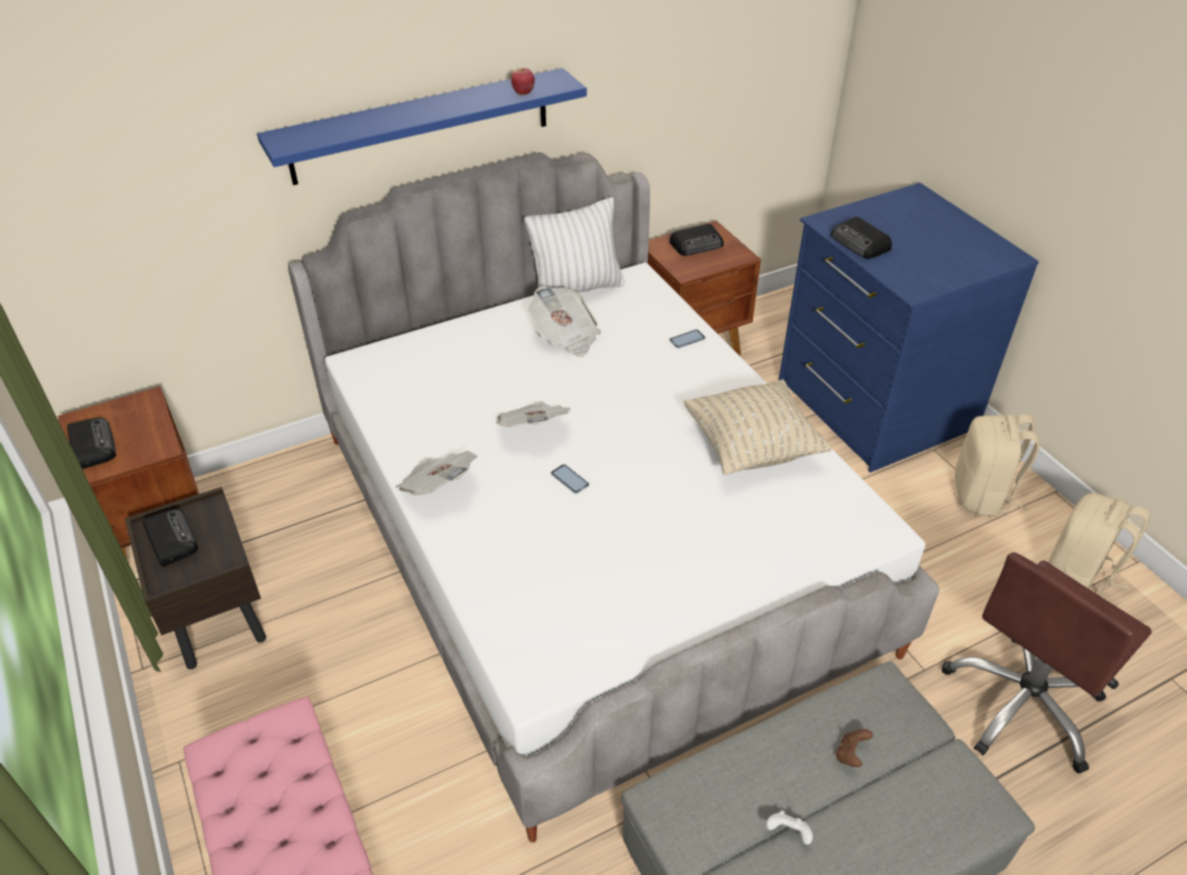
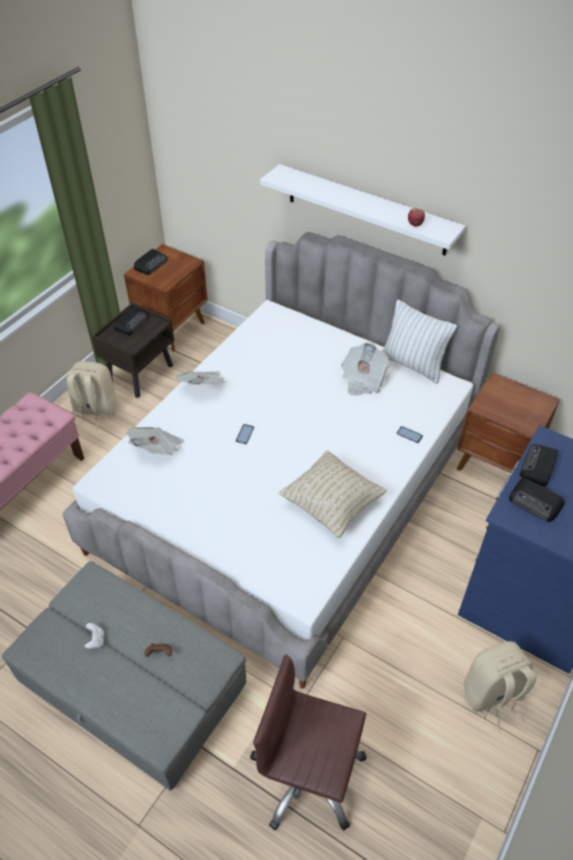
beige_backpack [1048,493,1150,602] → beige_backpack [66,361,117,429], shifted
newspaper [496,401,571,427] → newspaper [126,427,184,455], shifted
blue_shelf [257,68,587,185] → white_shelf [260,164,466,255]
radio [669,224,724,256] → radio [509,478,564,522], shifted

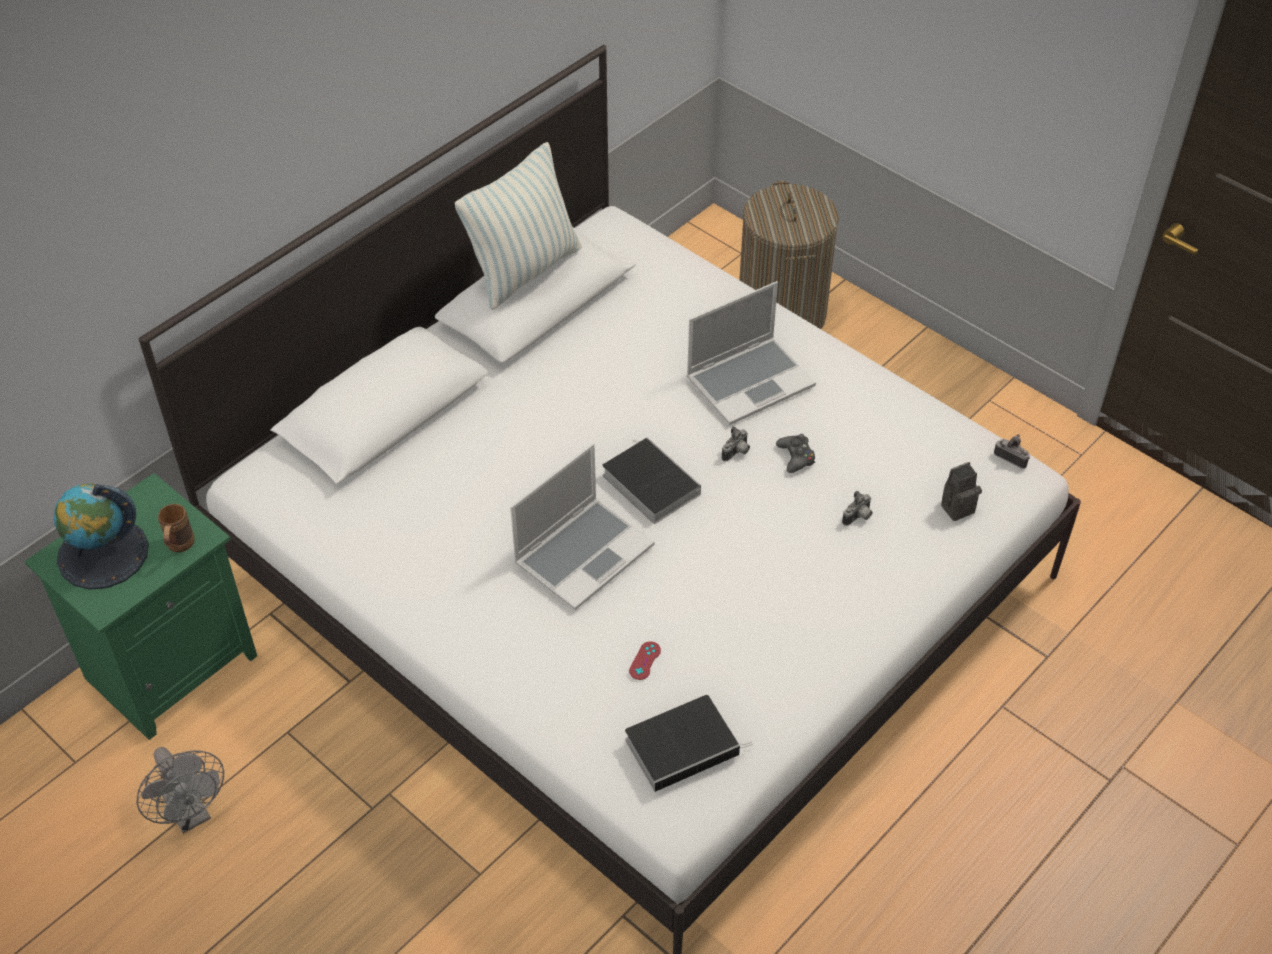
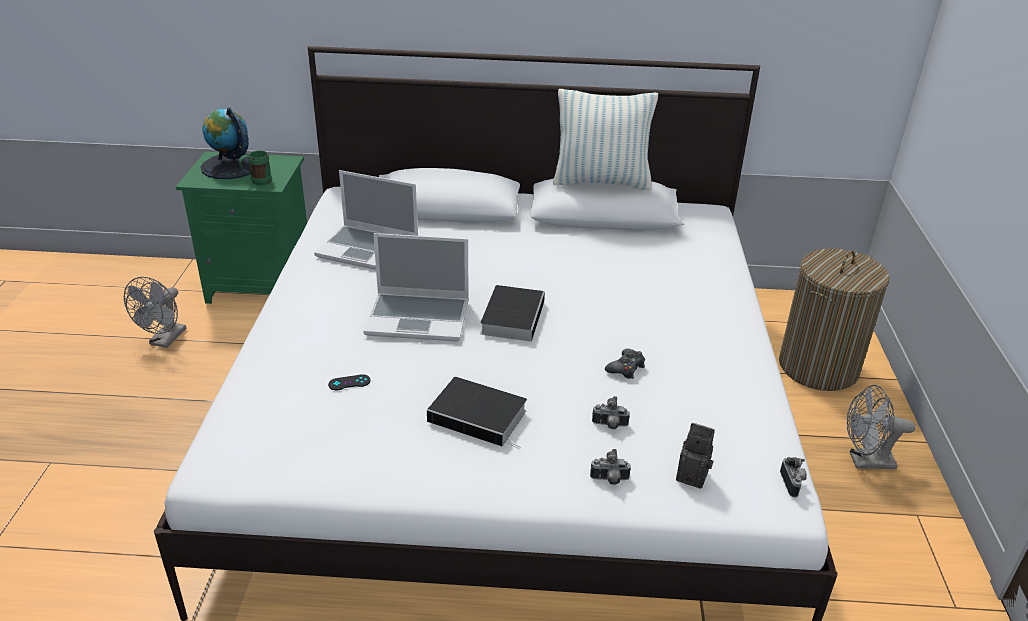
brown_mug [158,504,195,552] → green_mug [239,151,272,185]
laptop [686,281,816,425] → laptop [314,170,418,270], shifted
red_game_controller [629,641,661,680] → black_game_controller [328,374,371,390]
book [625,695,753,792] → book [427,377,527,449], shifted
photo_camera [722,427,750,461] → photo_camera [590,449,631,485], shifted
- → grey_fan [847,385,916,469]

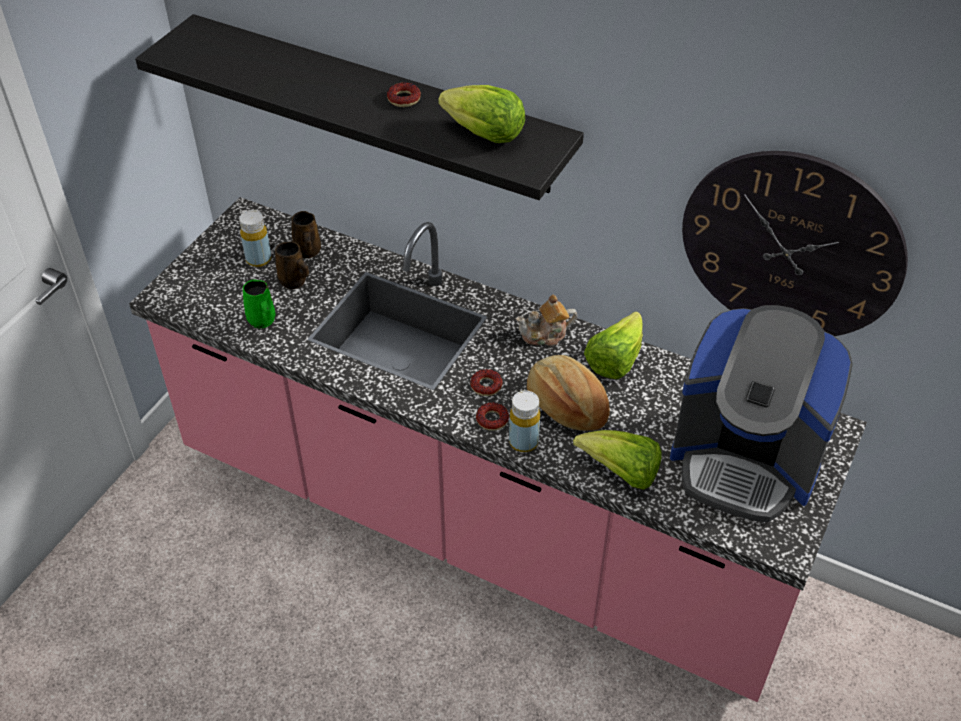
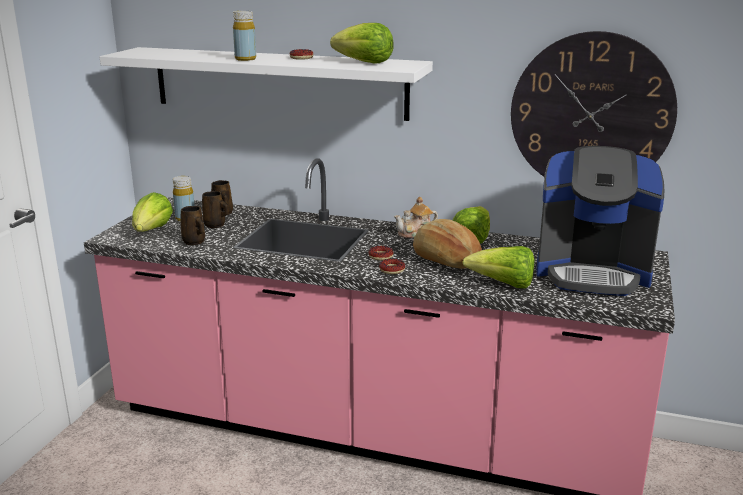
black_shelf [135,14,584,200] → white_shelf [99,47,433,121]
- → lettuce [132,192,173,232]
green_mug [243,280,275,328] → brown_mug [181,206,205,245]
yellow_bottle [509,391,540,452] → yellow_bottle [233,11,256,61], shifted

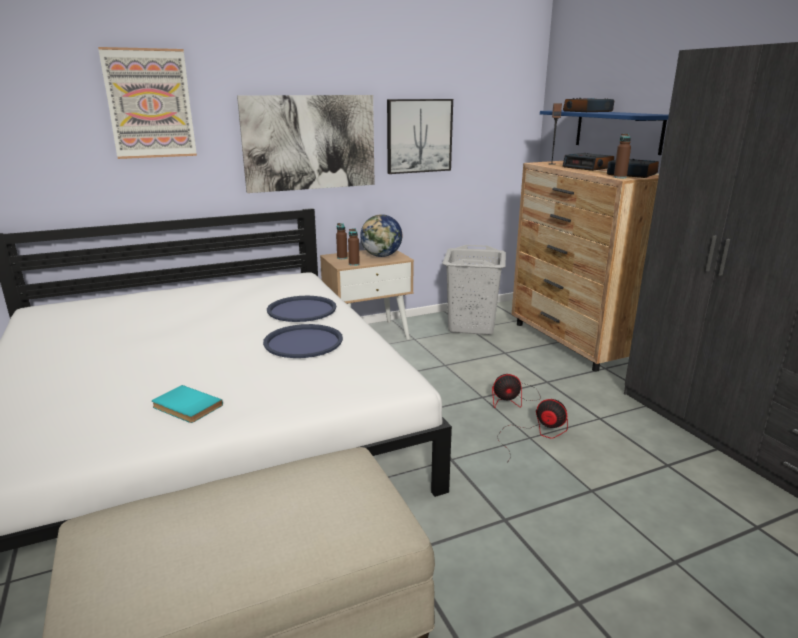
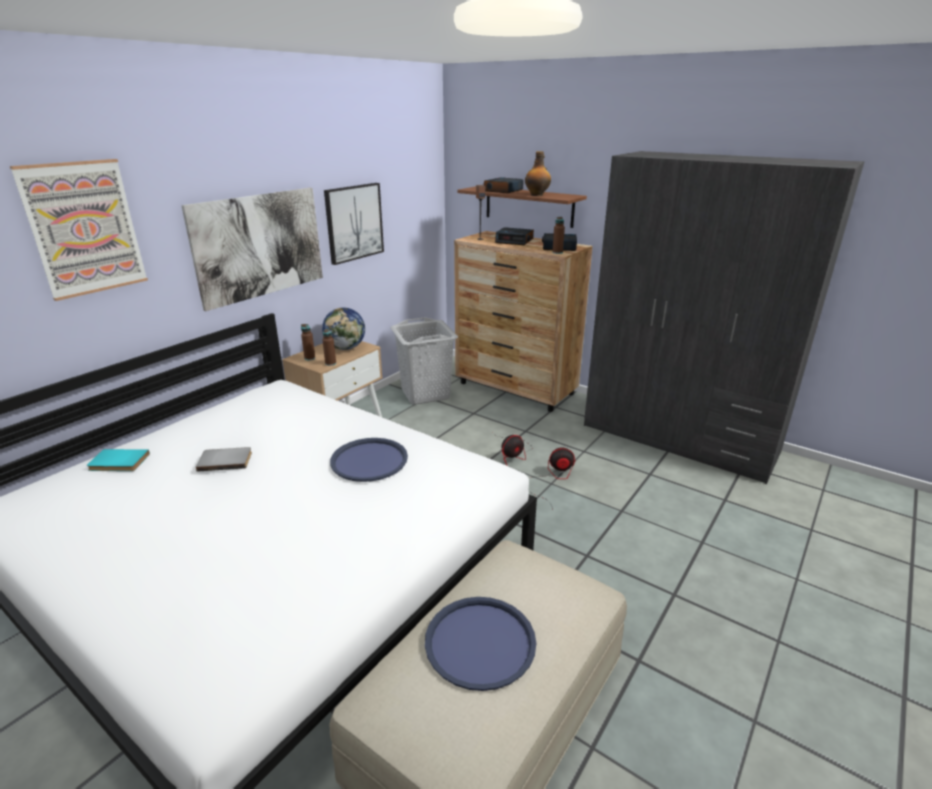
turquoise_book [152,385,223,423] → turquoise_book [87,449,150,471], shifted
- → grey_book [196,447,252,472]
blue_tray [267,296,336,322] → blue_tray [425,597,536,691], shifted
blue_shelf [540,110,669,155] → brown_shelf [457,186,587,228]
- → bottle [525,151,551,196]

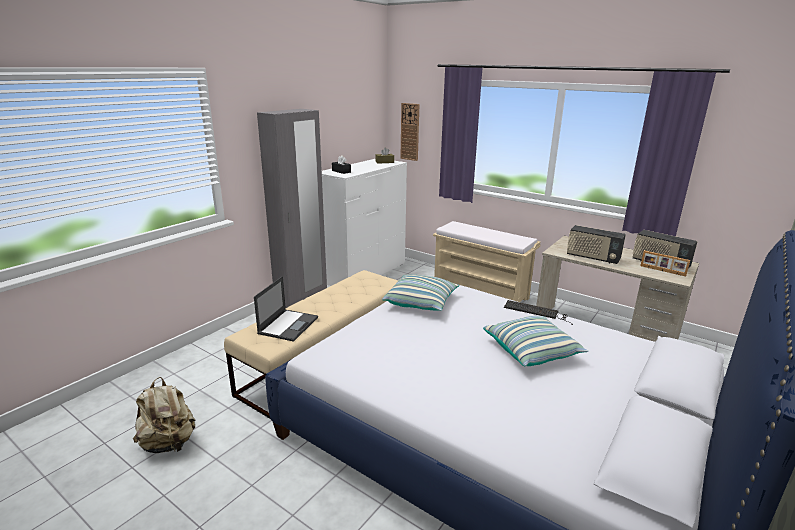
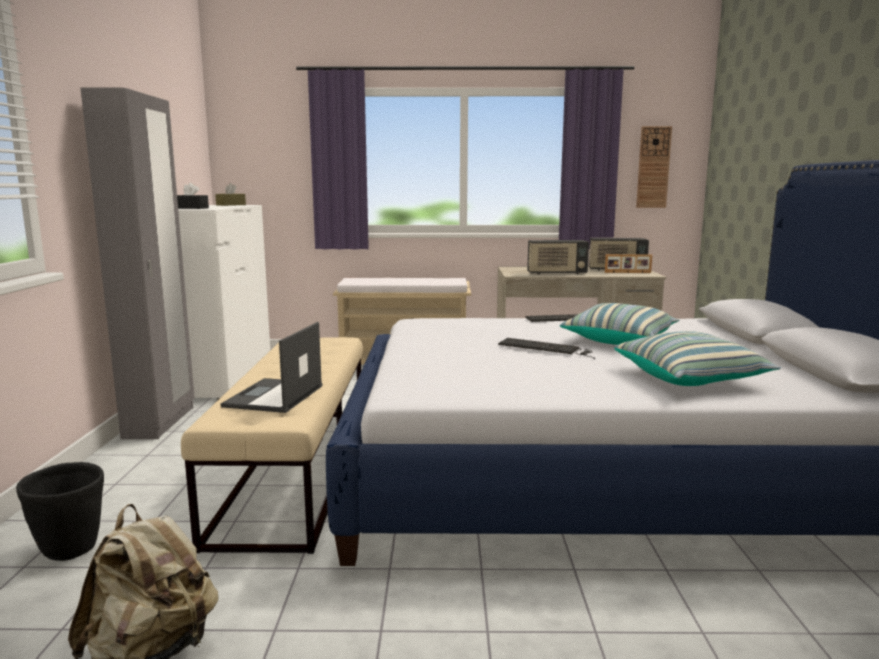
- → black_planter [16,462,104,561]
laptop [254,276,318,342] → laptop [221,322,322,413], 150 degrees counterclockwise
- → keyboard [498,338,595,359]
pillow [382,274,460,311] → pillow [614,331,781,386], shifted
wall_clock [400,103,419,161] → wall_clock [636,126,672,208], shifted

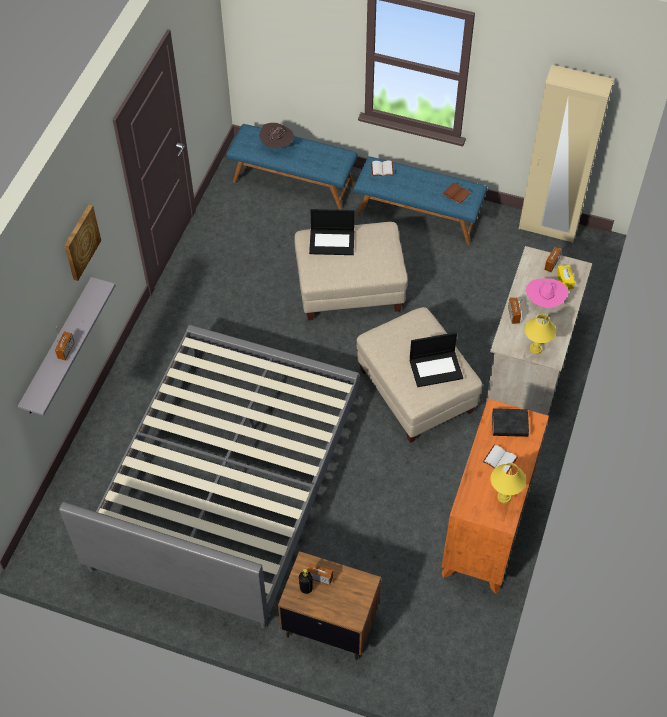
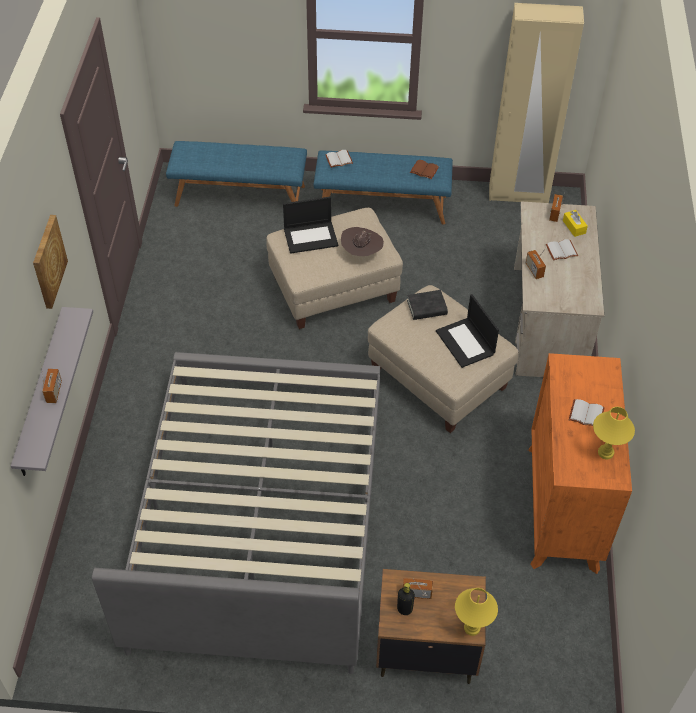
brown_hat [259,123,294,148] → brown_hat [341,227,384,256], shifted
black_book [492,408,529,437] → black_book [407,290,448,320], shifted
laptop [410,332,463,387] → laptop [436,294,499,368], 90 degrees clockwise
yellow_table_lamp [524,314,556,354] → yellow_table_lamp [455,588,498,636], shifted
pink_hat [526,278,569,308] → white_book [546,239,578,260]

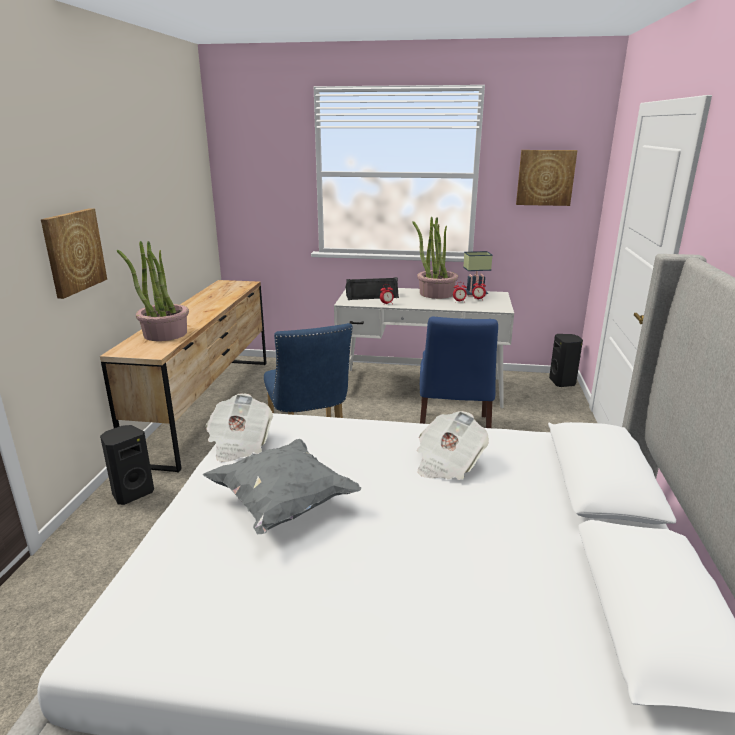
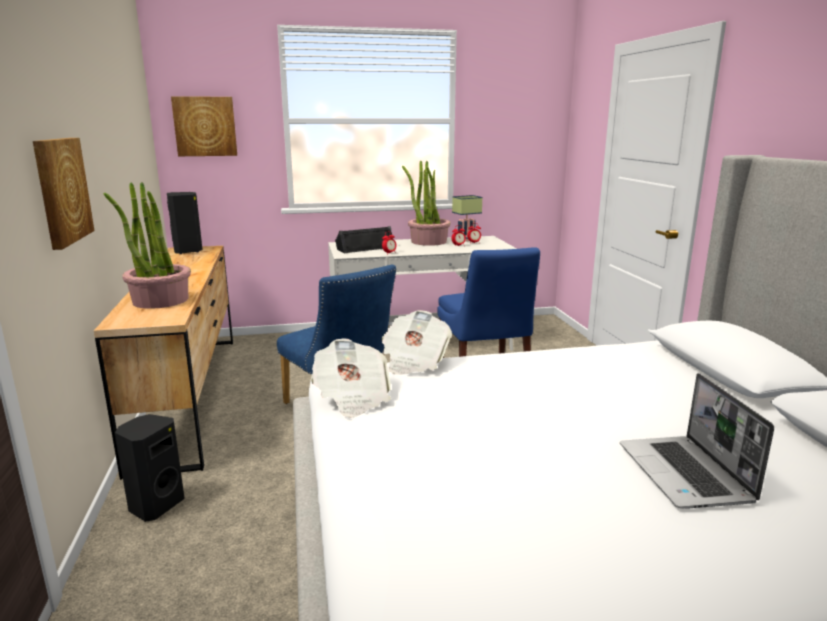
black_speaker [549,334,583,387] → black_speaker [167,192,203,254], shifted
picture [516,150,578,206] → picture [171,96,237,156], shifted
newspaper [417,411,489,480] → newspaper [381,310,452,375], shifted
- → laptop [620,373,774,509]
grey_pillow [203,439,361,534] → -

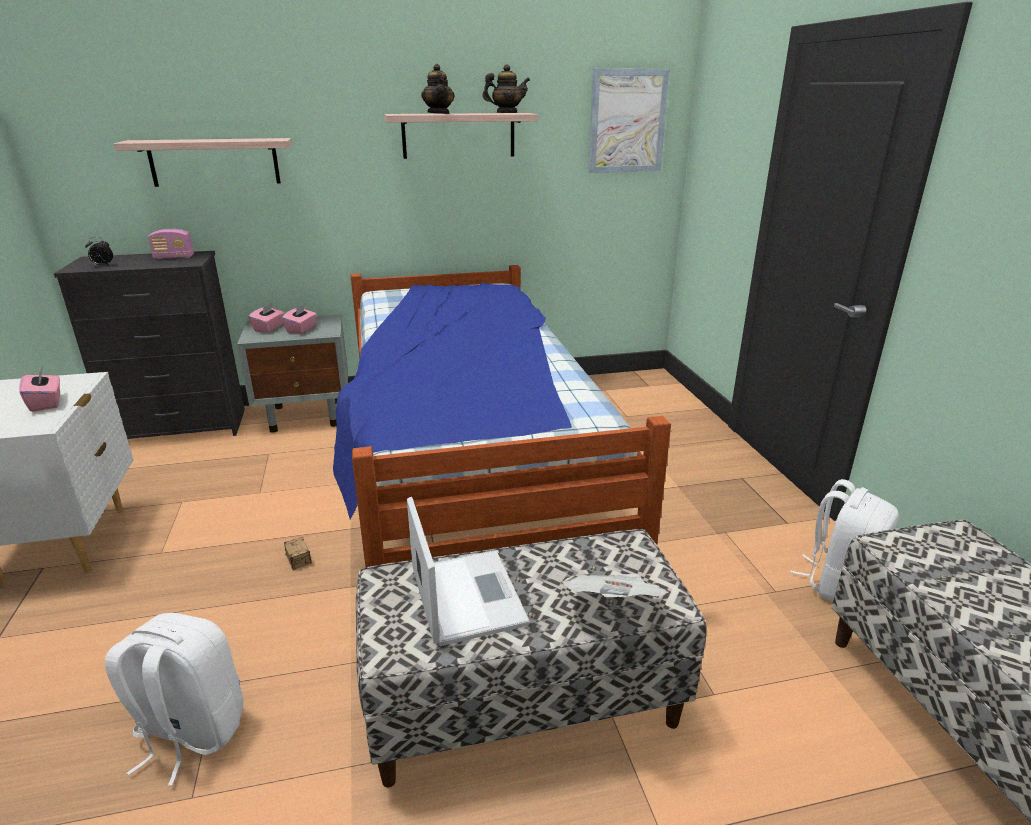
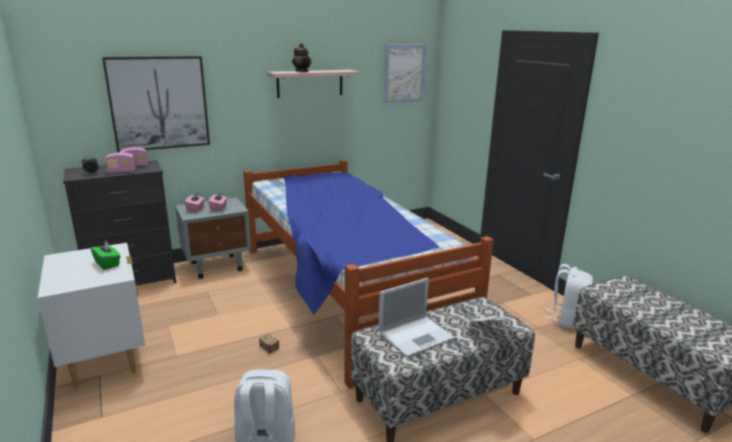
pink_tissue_box [19,366,60,412] → green_tissue_box [91,240,120,270]
shelf [114,138,292,187] → picture [102,56,210,153]
- → radio [105,153,135,173]
laptop [407,497,530,646] → laptop [378,278,455,358], 90 degrees clockwise
teapot [483,64,530,113] → -

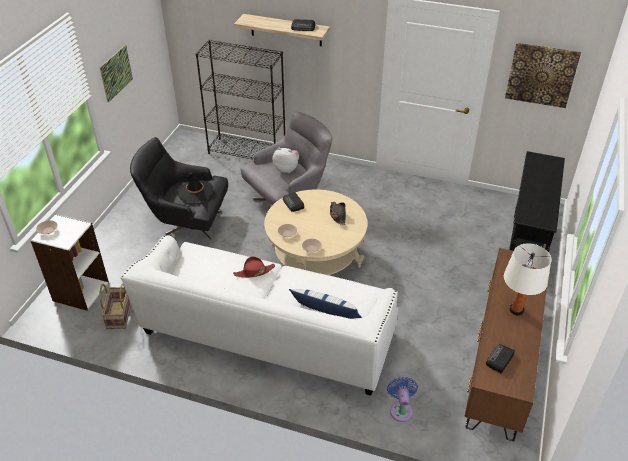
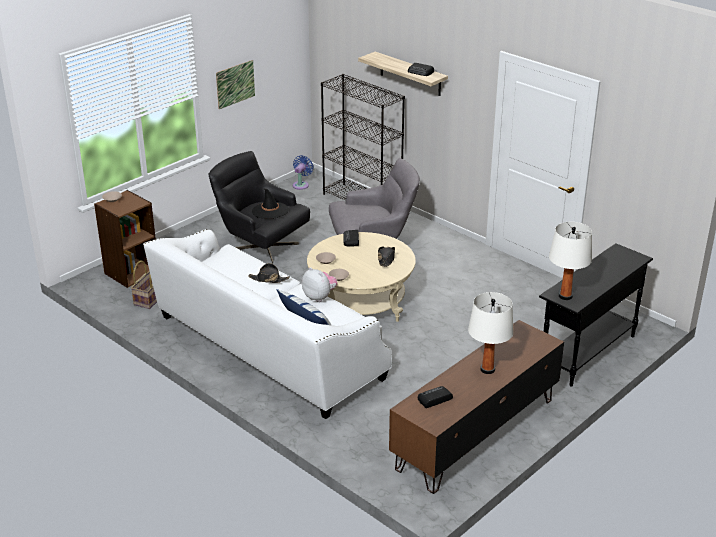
white_bookcase [31,214,109,311] → brown_bookcase [94,190,156,288]
red_hat [233,256,275,278] → black_hat [248,263,290,283]
blue_fan [387,377,418,422] → blue_fan [293,155,313,190], shifted
plush_toy [272,148,299,173] → plush_toy [302,267,338,302], shifted
- → white_table_lamp [549,222,592,300]
picture [505,43,581,108] → -

